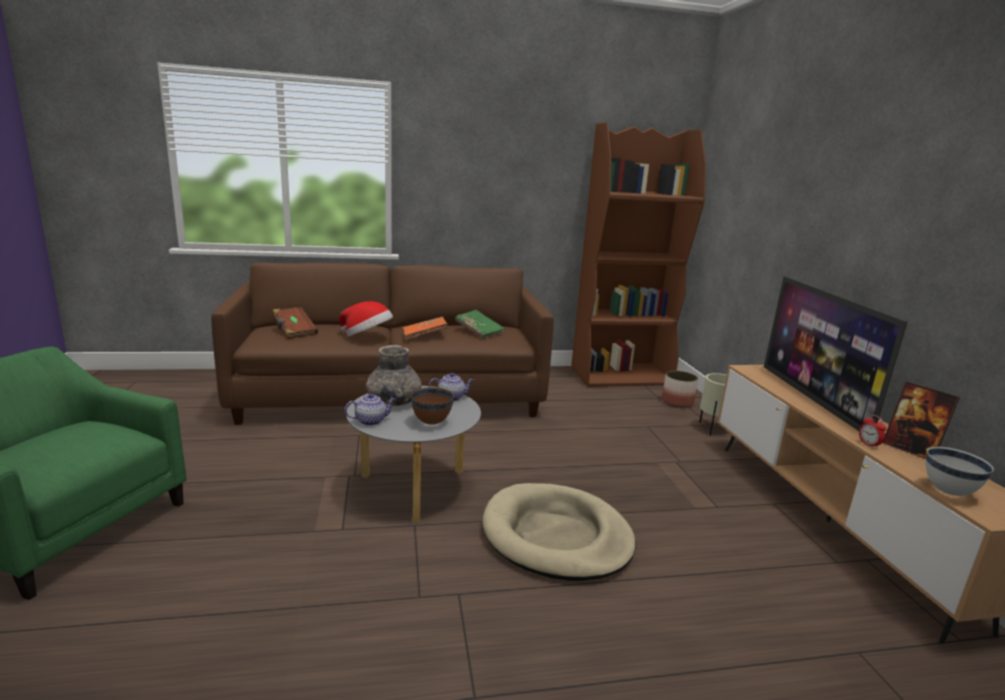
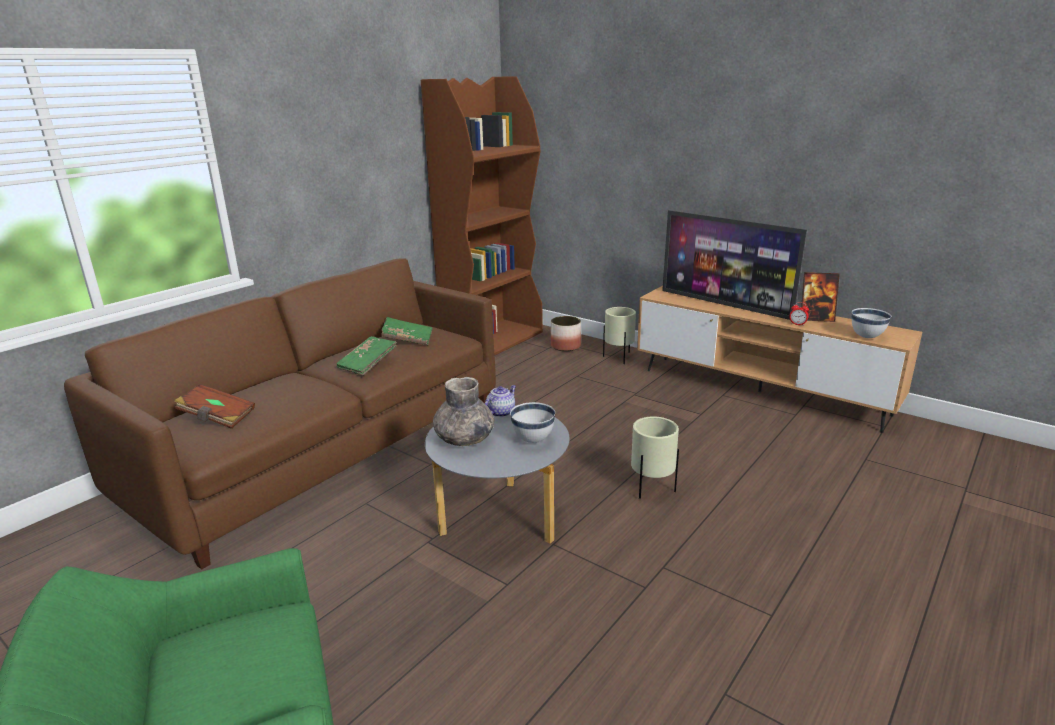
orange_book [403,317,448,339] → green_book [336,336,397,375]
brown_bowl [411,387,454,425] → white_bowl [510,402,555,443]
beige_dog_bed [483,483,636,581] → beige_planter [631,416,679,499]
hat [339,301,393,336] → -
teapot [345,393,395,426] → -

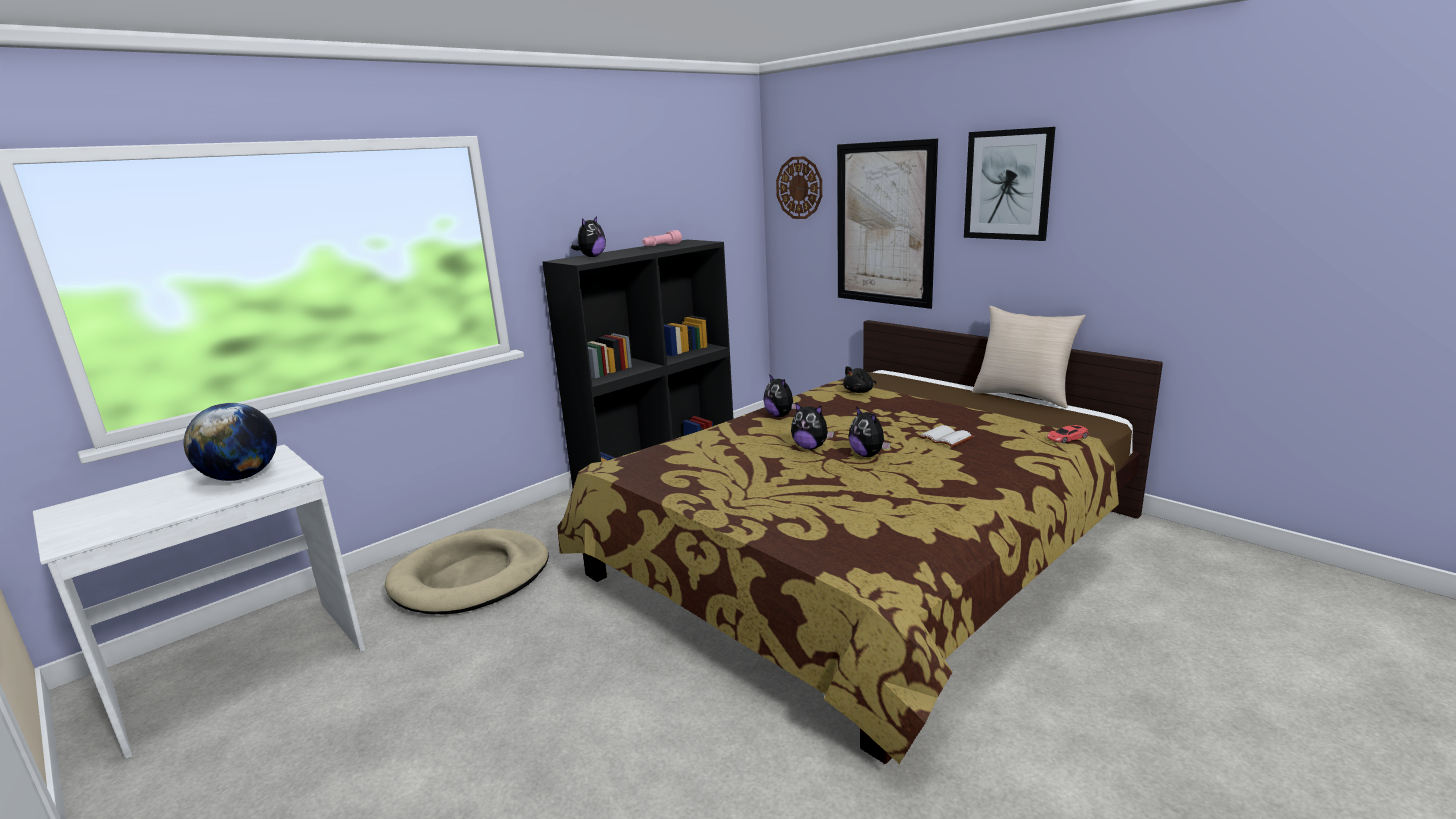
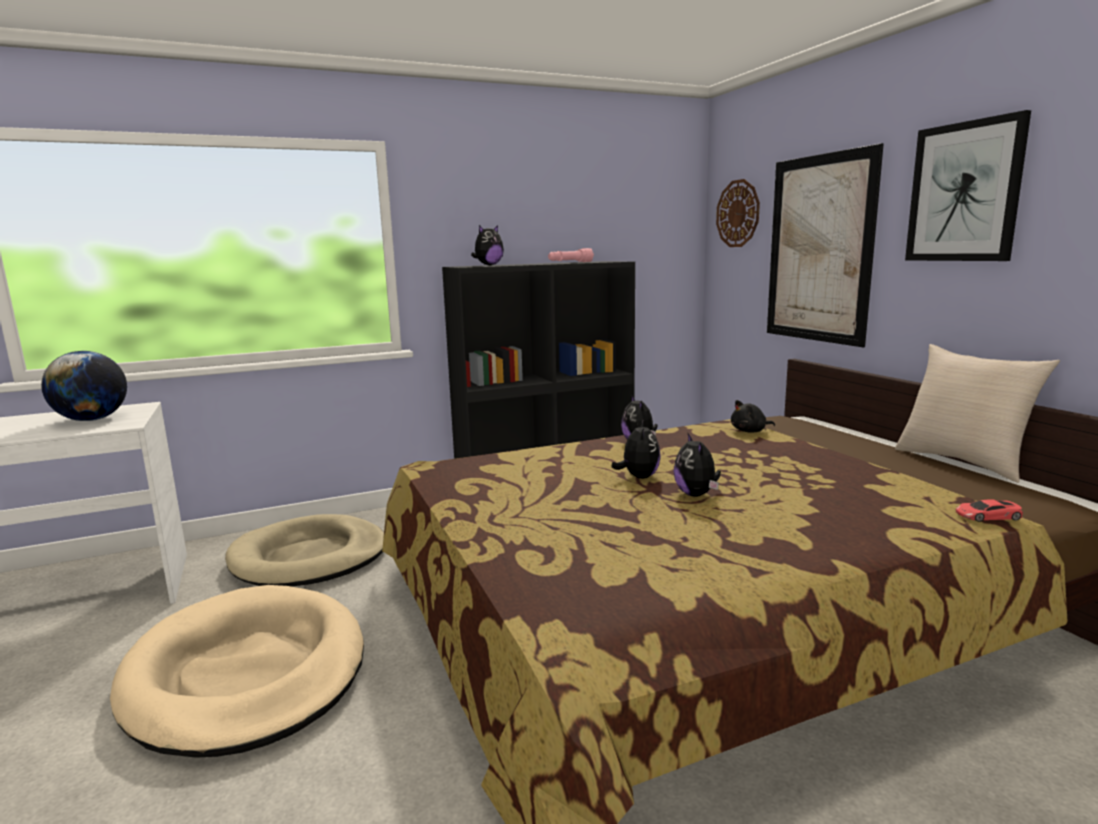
- → beige_dog_bed [110,585,364,758]
plush_toy [791,402,834,449] → plush_toy [612,419,661,479], 135 degrees counterclockwise
white_book [918,425,974,447] → -

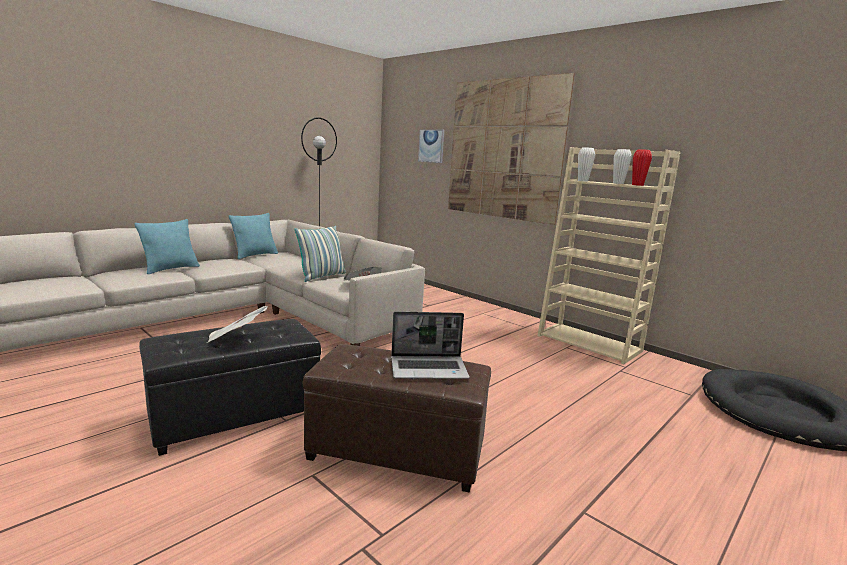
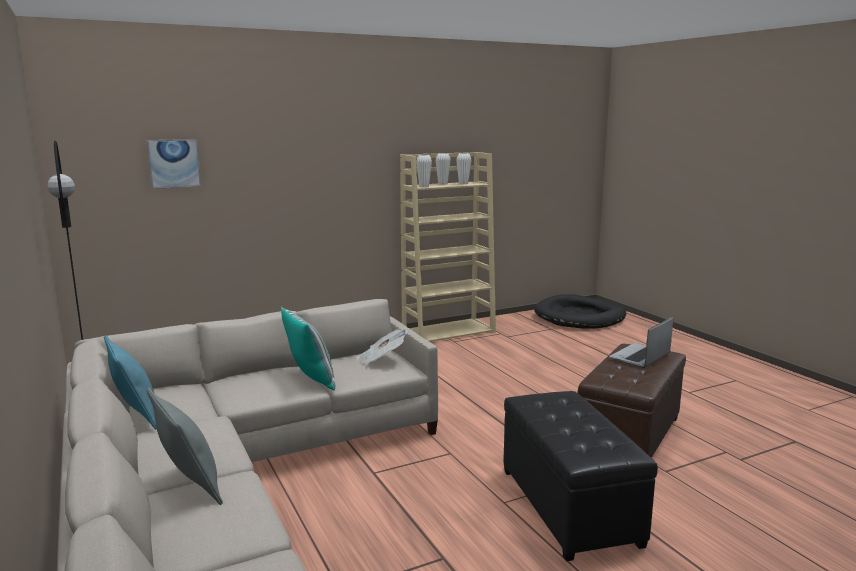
turquoise_pillow [134,219,200,274] → grey_pillow [147,388,223,505]
red_vase [632,149,652,186] → white_vase [456,153,472,184]
laptop [391,311,470,379] → laptop [609,317,673,368], 150 degrees counterclockwise
newspaper [207,306,268,343] → -
picture [448,73,575,225] → -

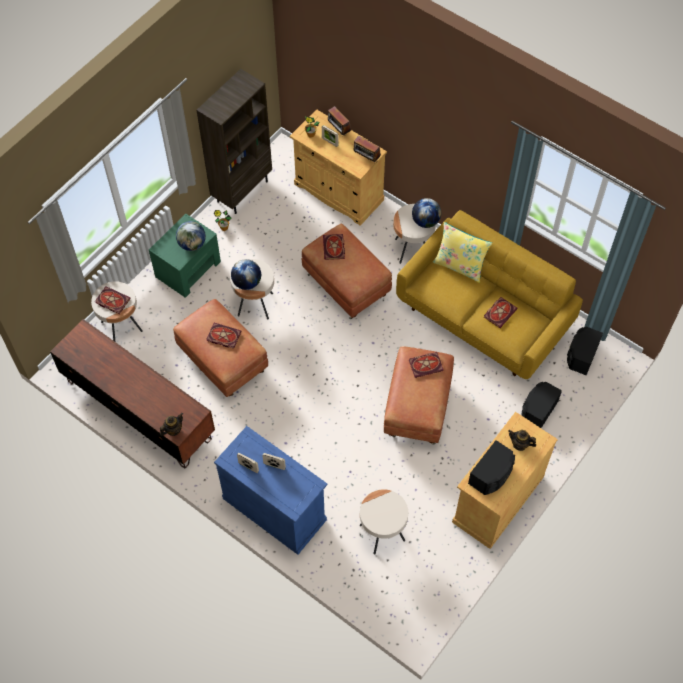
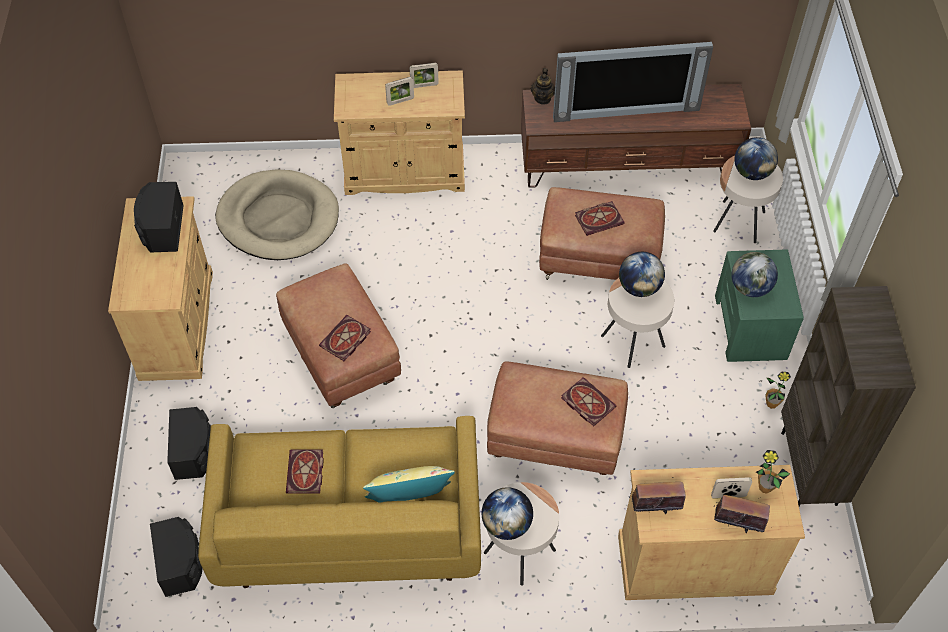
beige_side_table [360,489,408,555] → beige_dog_bed [215,169,339,260]
blue_cabinet [214,426,327,555] → beige_cabinet [334,70,465,195]
- → television [553,42,713,122]
book [95,286,131,314] → globe [734,137,778,180]
teapot [508,430,536,451] → -

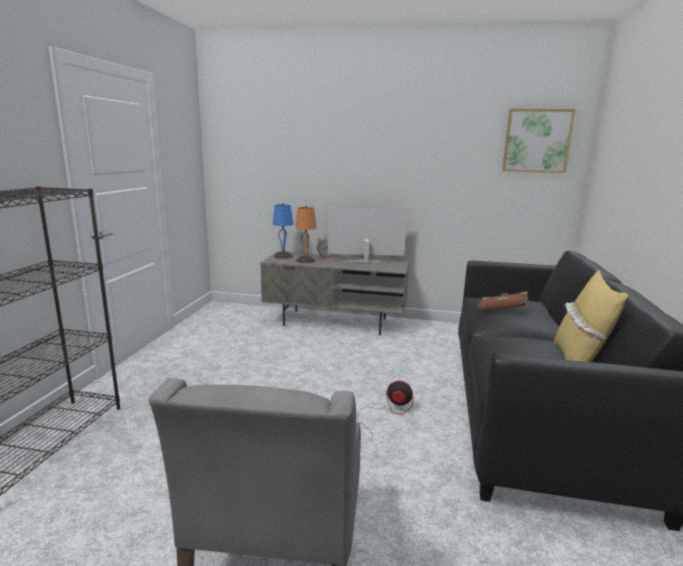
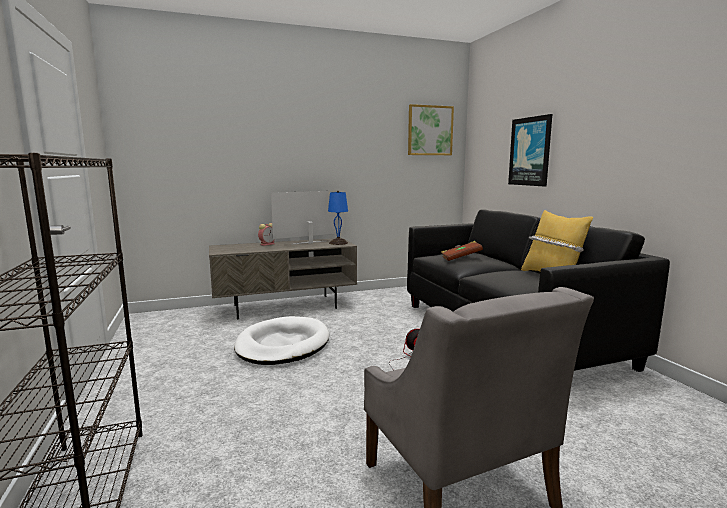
- → white_dog_bed [234,316,329,365]
blue_table_lamp [273,203,293,259] → blue_table_lamp [328,191,348,245], shifted
- → picture [508,114,552,187]
orange_table_lamp [295,206,317,263] → -

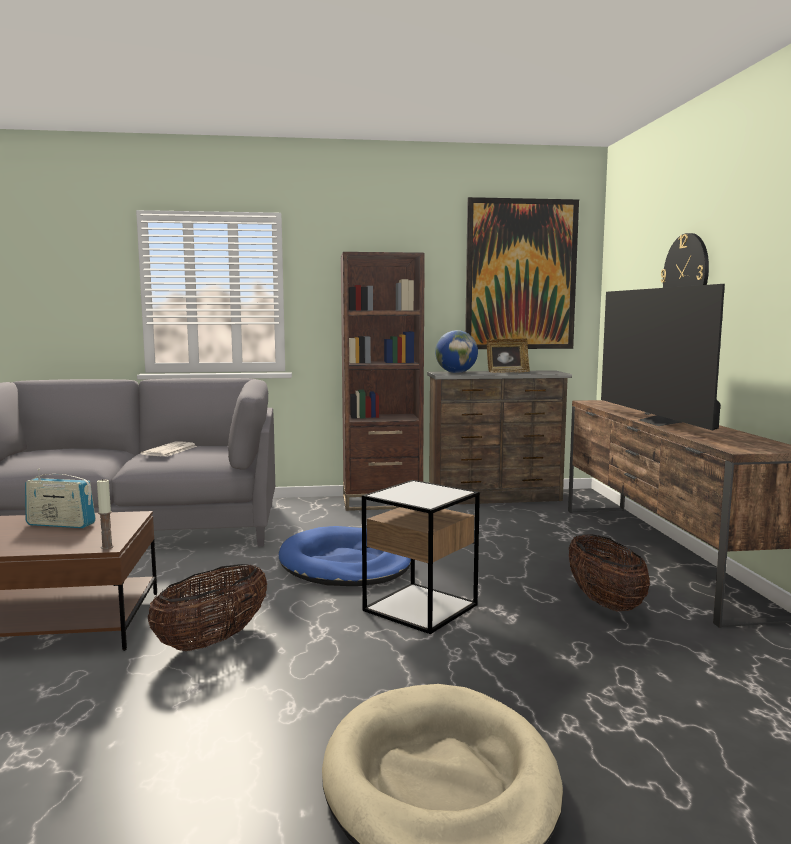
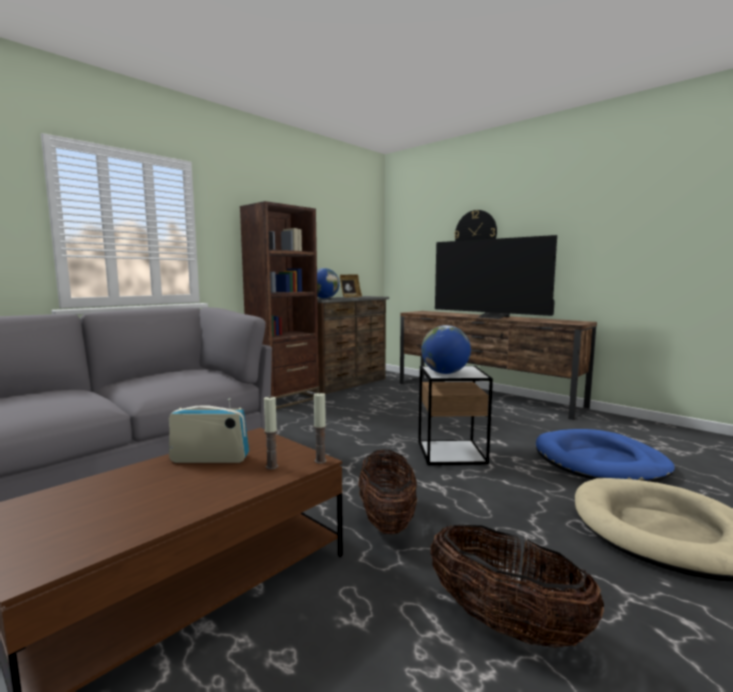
radio [25,469,96,528] → radio [169,399,249,463], 150 degrees counterclockwise
- → candle [264,396,278,469]
- → globe [421,325,471,374]
basket [569,534,650,611] → basket [430,524,604,648], shifted
blue_dog_bed [279,526,411,586] → blue_dog_bed [536,429,675,482], shifted
newspaper [141,441,197,457] → -
picture [465,197,579,349] → -

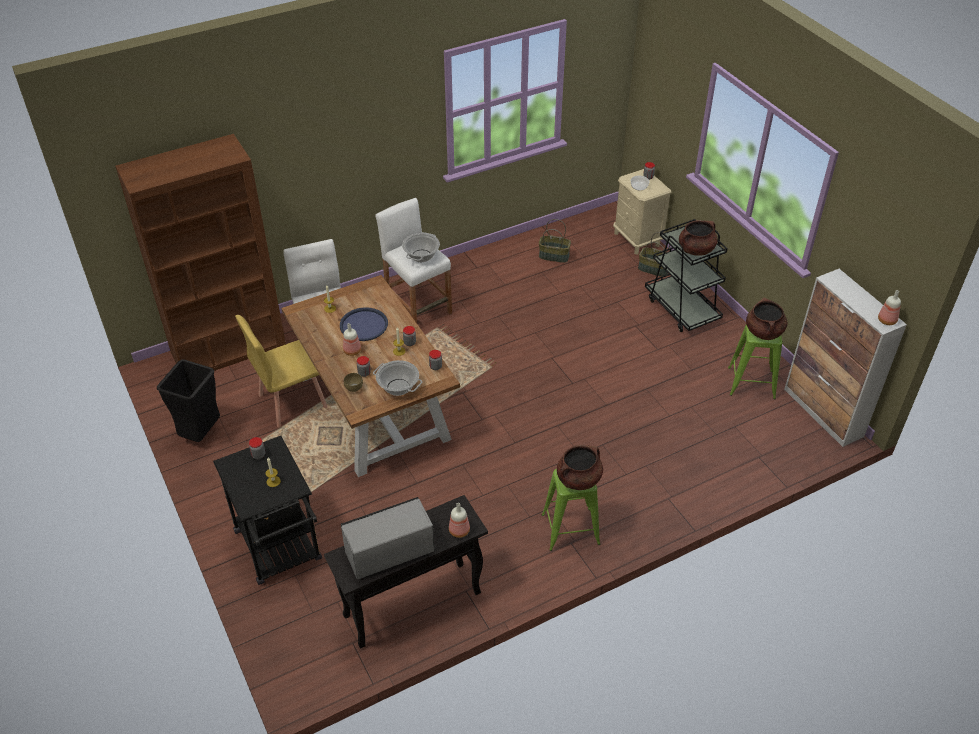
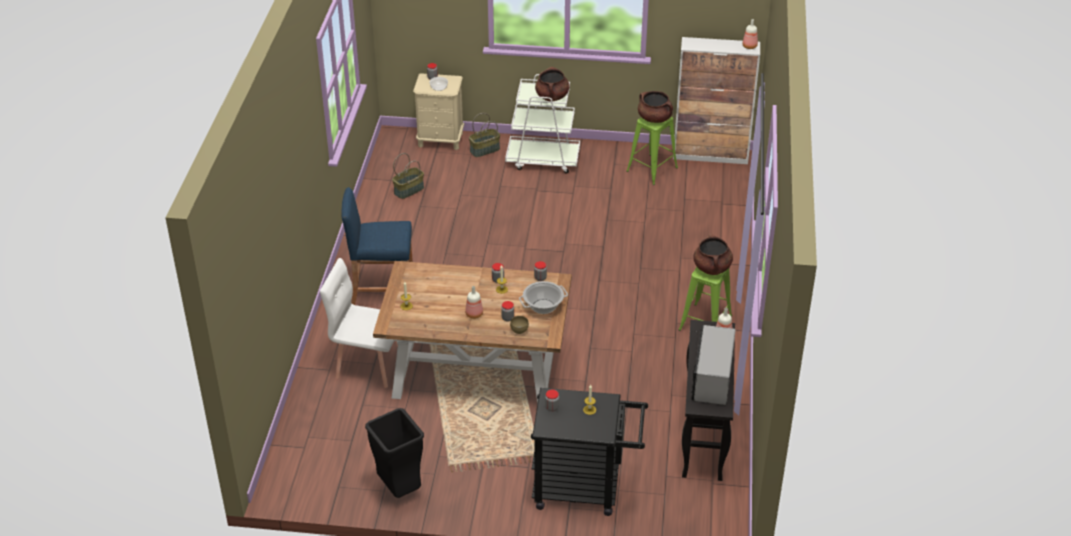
white_stool [376,198,452,323] → blue_stool [342,187,413,305]
black_cart [645,219,728,332] → white_cart [505,74,580,174]
brown_bookcase [115,134,286,371] → -
yellow_chair [235,315,328,428] → -
blue_tray [340,308,388,341] → -
cooking_pot [402,232,440,262] → -

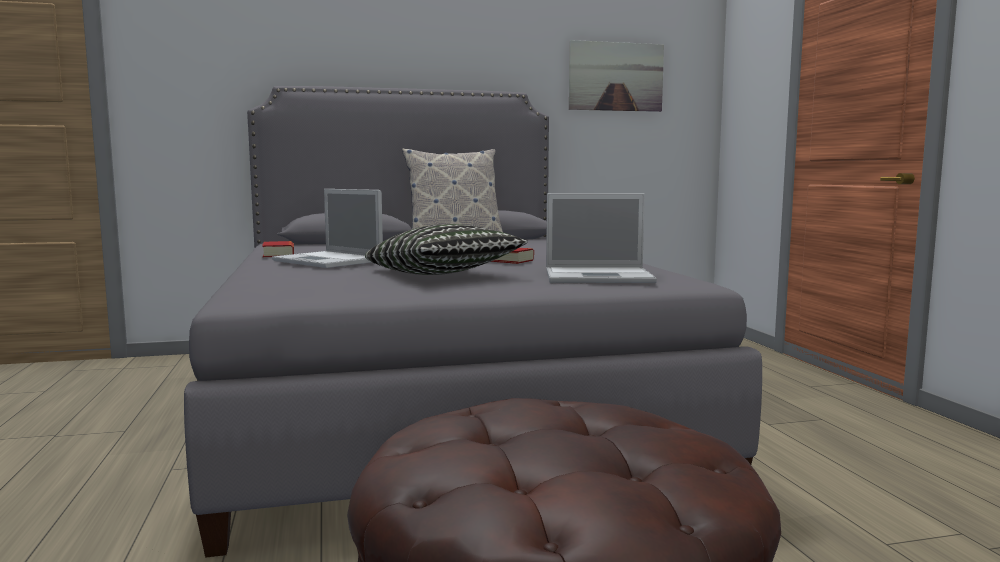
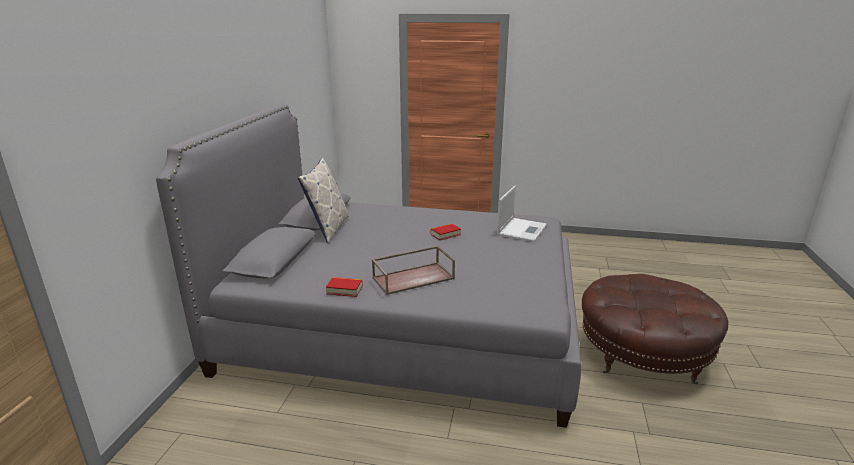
laptop [272,189,383,268] → brown_tray [372,246,455,295]
pillow [365,224,527,275] → -
picture [569,40,664,112] → -

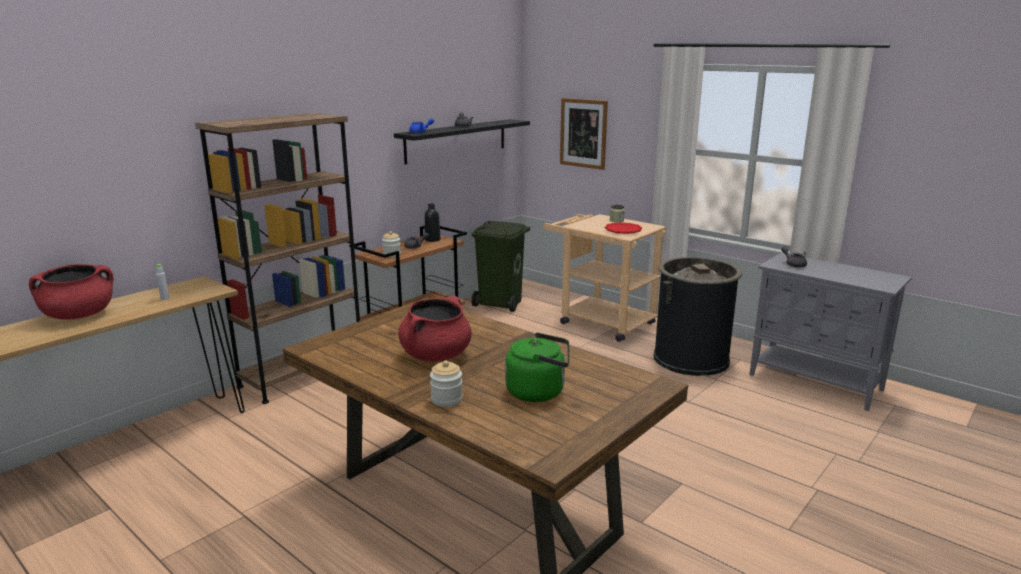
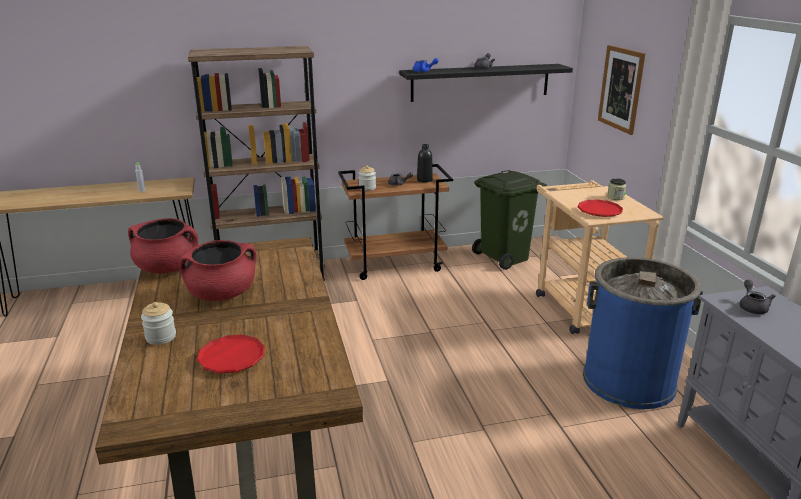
red_cooking_pot [29,264,114,320] → red_cooking_pot [128,218,198,274], shifted
green_kettle [505,332,570,402] → red_plate [197,335,265,373]
black_trash_can [654,257,742,376] → blue_trash_can [583,257,703,409]

